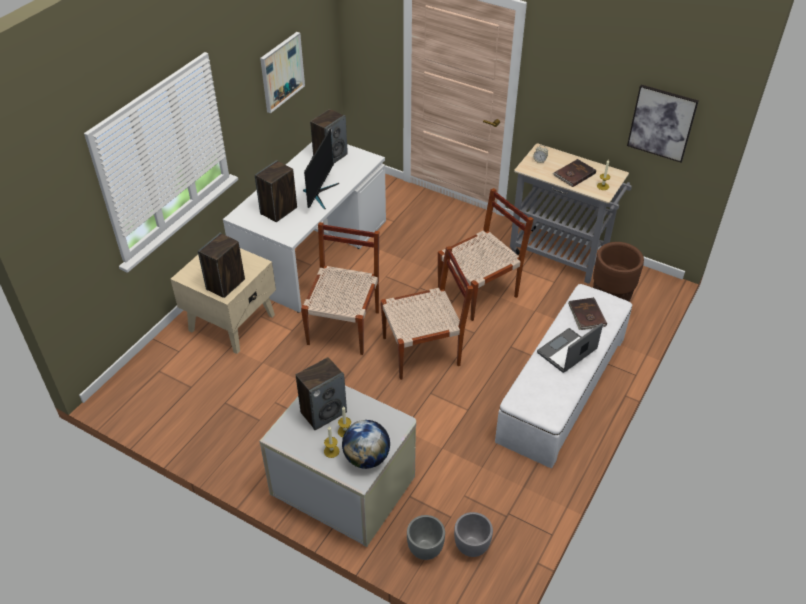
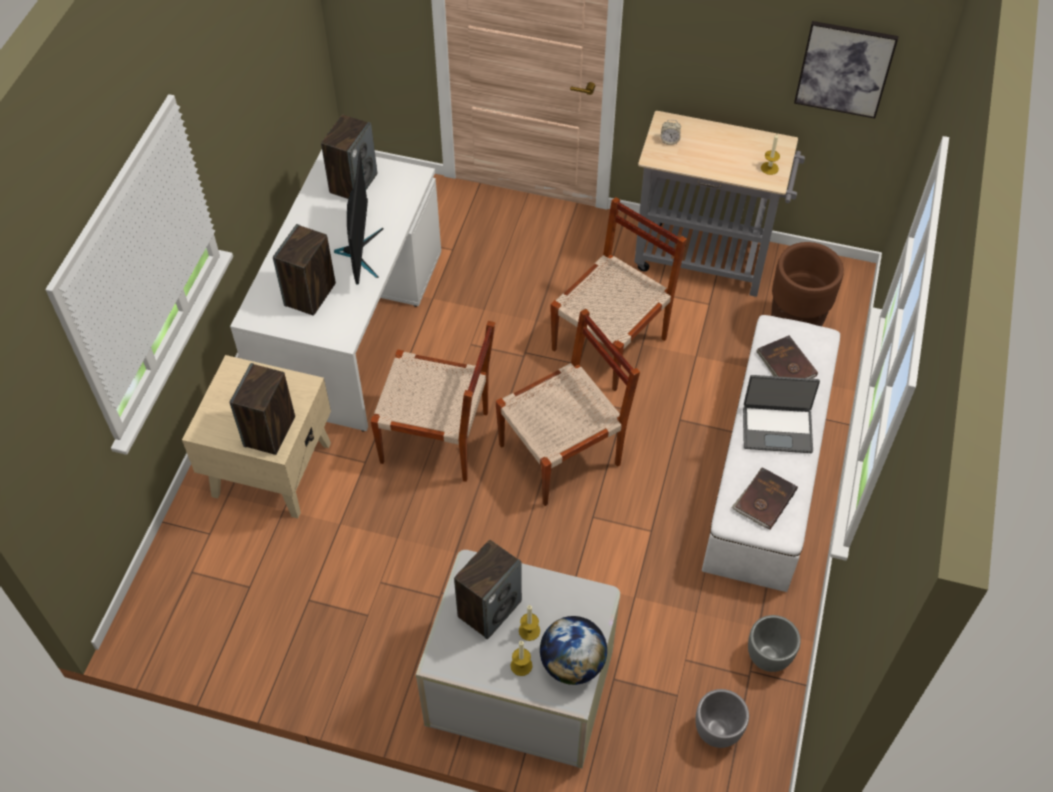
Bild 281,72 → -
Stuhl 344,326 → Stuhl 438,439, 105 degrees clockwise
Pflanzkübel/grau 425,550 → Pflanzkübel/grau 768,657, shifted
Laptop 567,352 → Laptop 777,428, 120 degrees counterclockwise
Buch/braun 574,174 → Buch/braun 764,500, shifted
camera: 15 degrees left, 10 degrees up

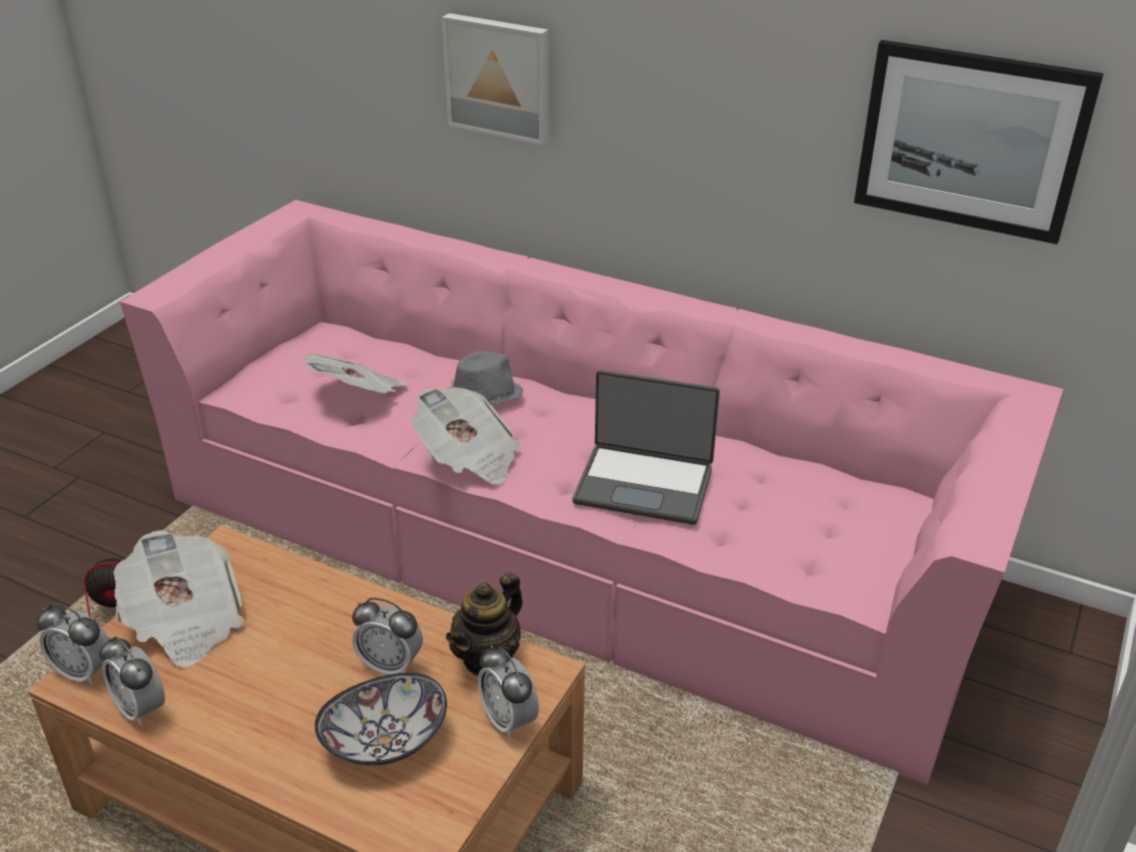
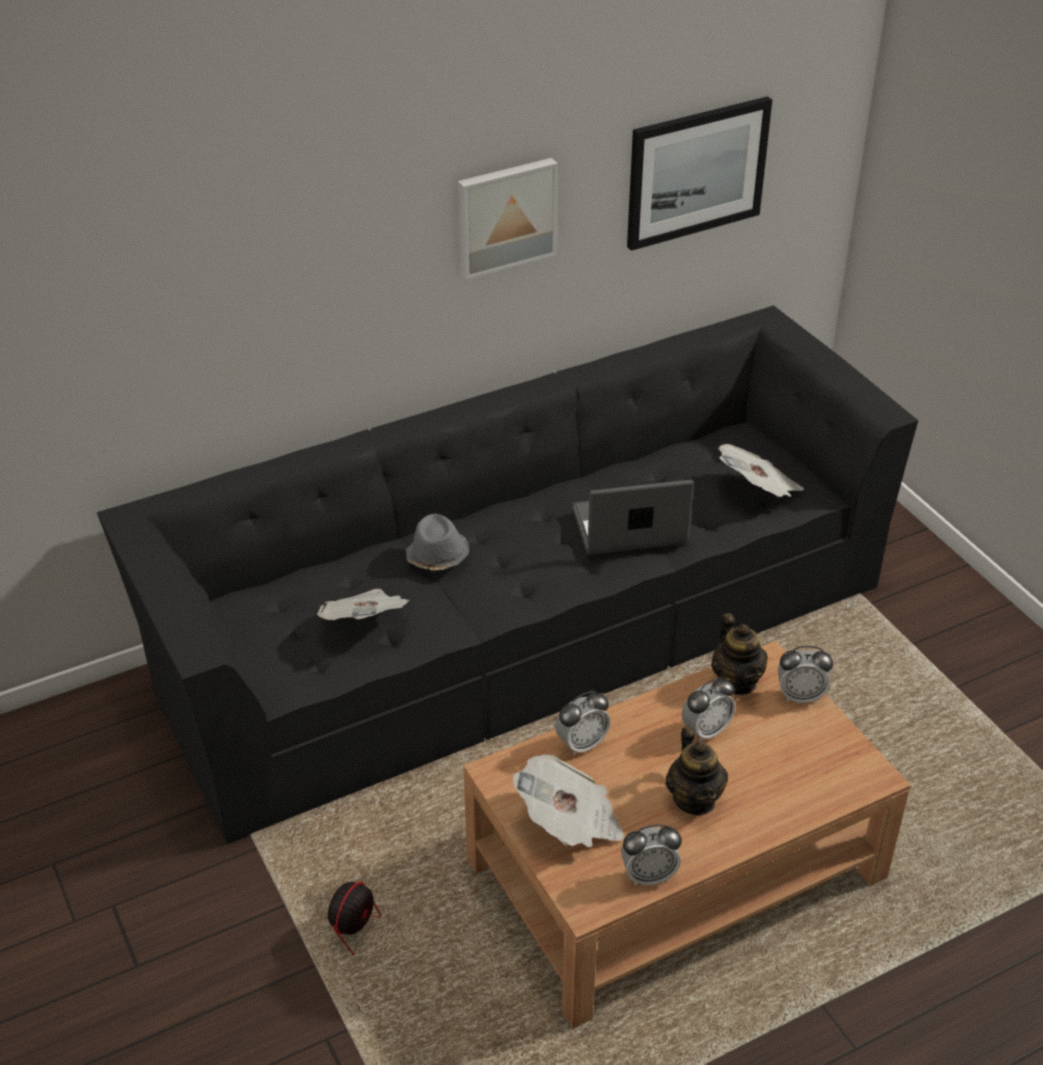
Wecker 84,671 → Wecker 582,743, shifted
Sofa/rosa 567,540 → Sofa/schwarz 521,628
Schüssel 385,742 → -
Zeitung 468,458 → Zeitung 758,490, shifted
Bild 499,77 → Bild 505,216, shifted
Laptop 644,484 → Laptop 629,528, 150 degrees counterclockwise
- → Teekanne 695,799
camera: 55 degrees left, 5 degrees up

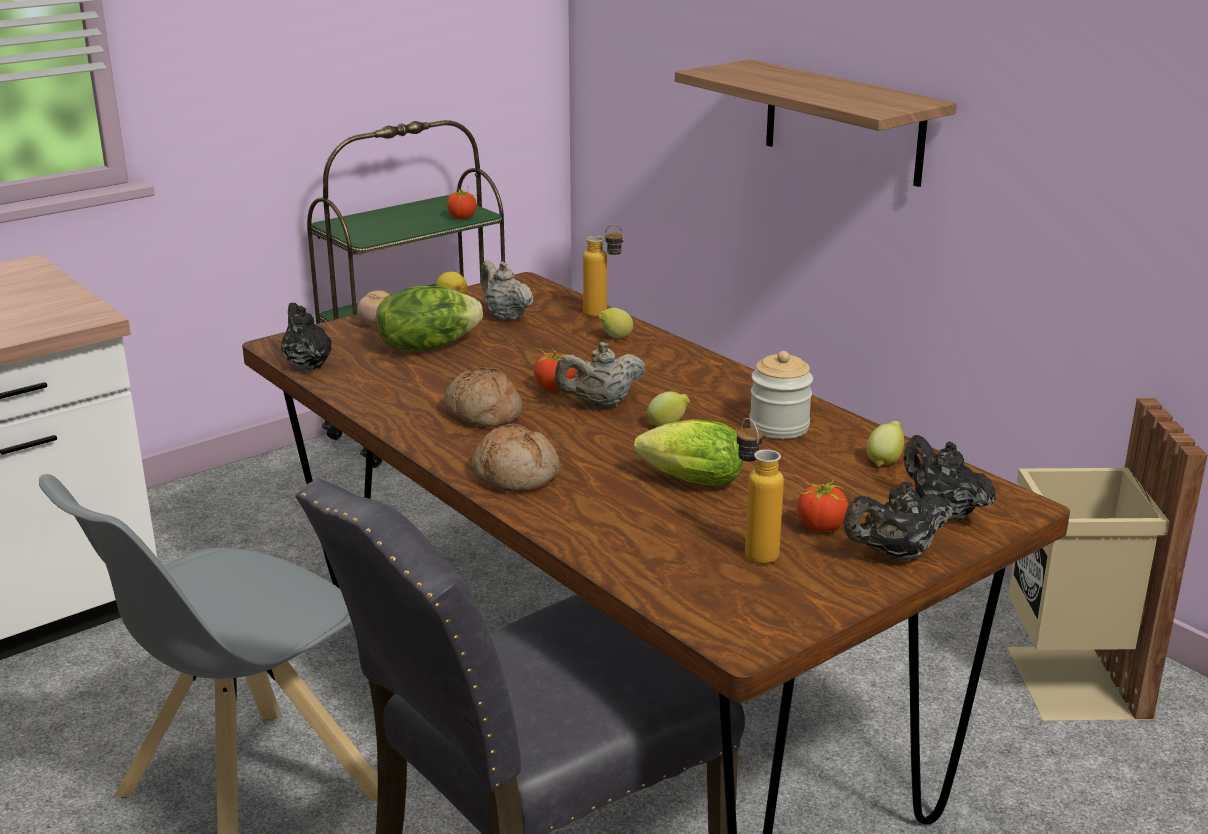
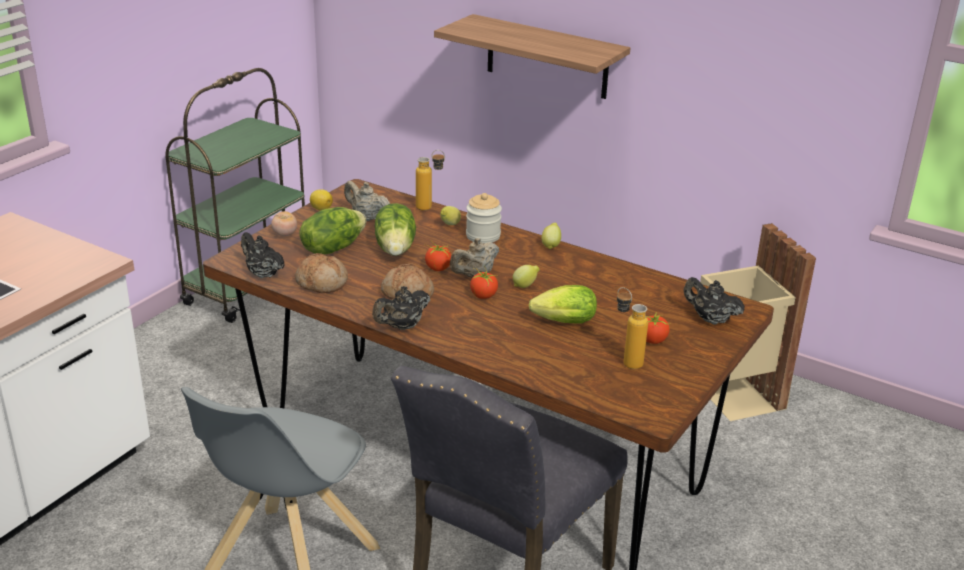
Tomate 462,217 → Tomate 483,295, shifted
Brot 516,475 → Brot 322,282, shifted
Vorratsglas 779,427 → Vorratsglas 483,236, shifted
Teekanne/schwarz 895,555 → Teekanne/schwarz 402,326, shifted
Zitrone 884,461 → Zitrone 551,245, shifted
- → Salatkopf 396,248
camera: 20 degrees left, 5 degrees up

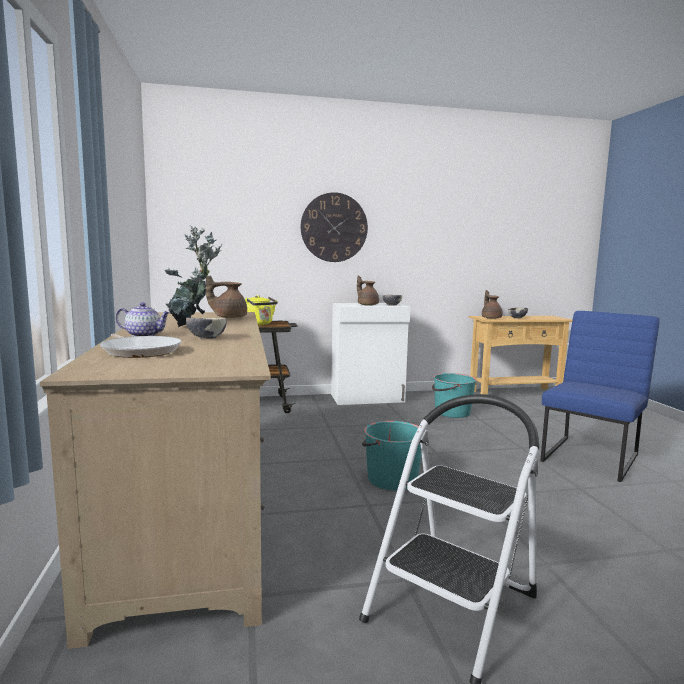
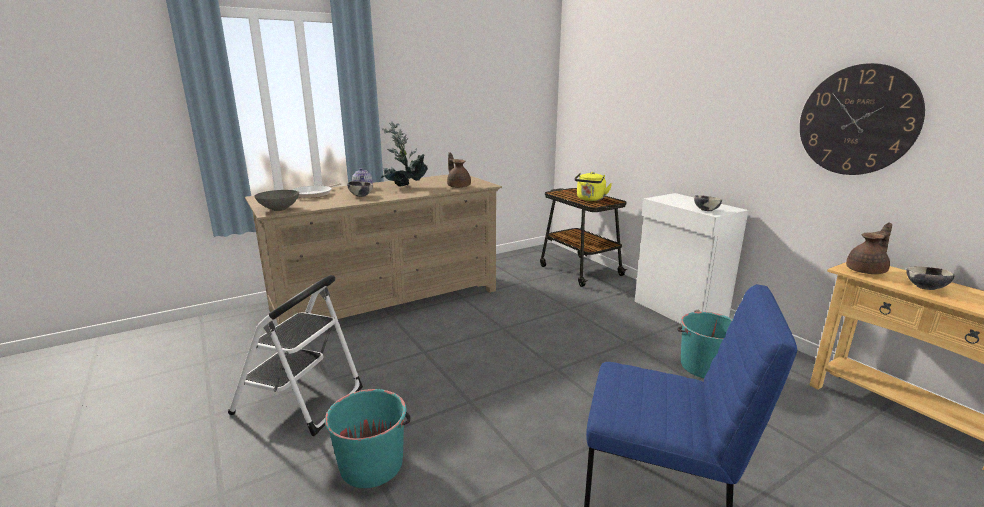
Wanduhr 334,227 → Wanduhr 857,120, shifted
Teekanne/braun 367,305 → -
Eimer/türkis 391,479 → Eimer/türkis 372,464, shifted
- → Schüssel/grau 278,209
camera: 70 degrees right, 10 degrees up

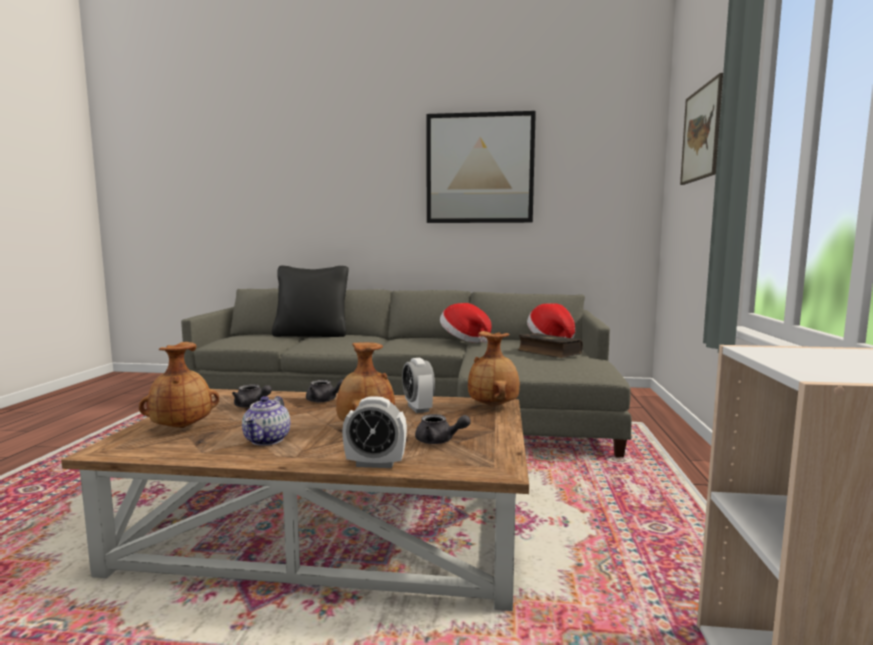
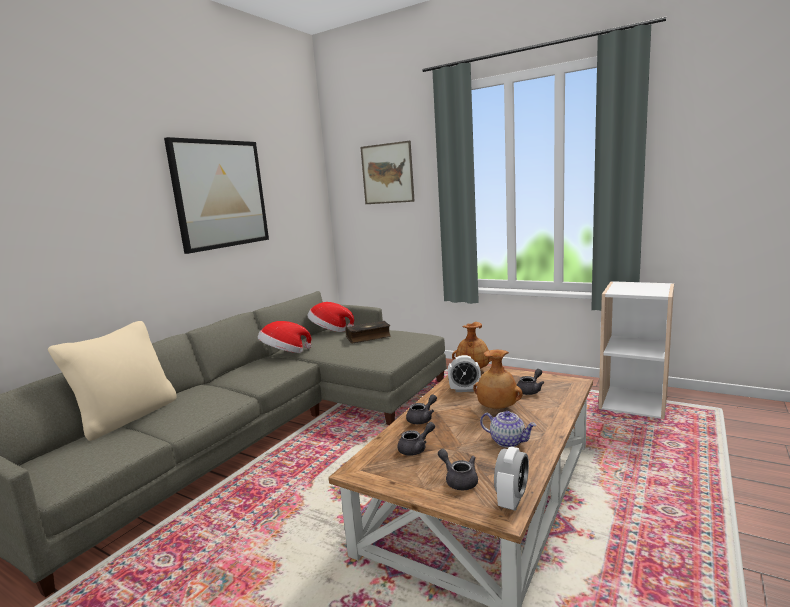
Vase/braun 182,427 → Teekanne/grau 459,480
Kissen/schwarz 312,335 → Kissen/beige 127,417
Wecker 375,463 → Wecker 512,500, shifted
camera: 65 degrees left, 5 degrees up

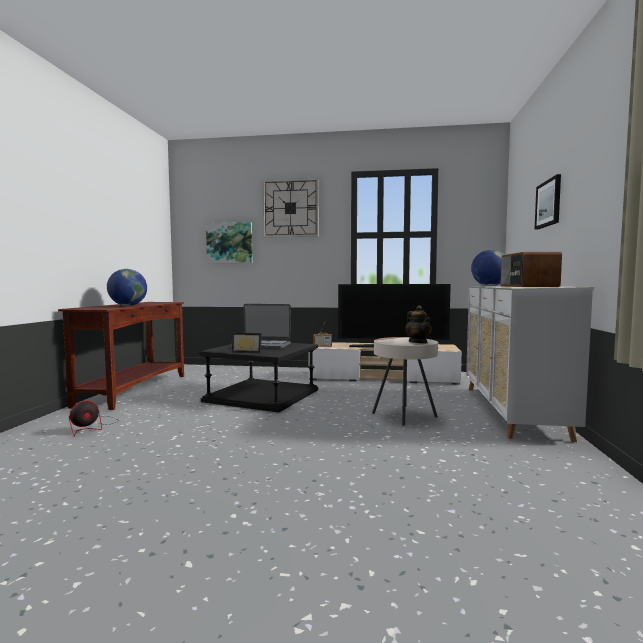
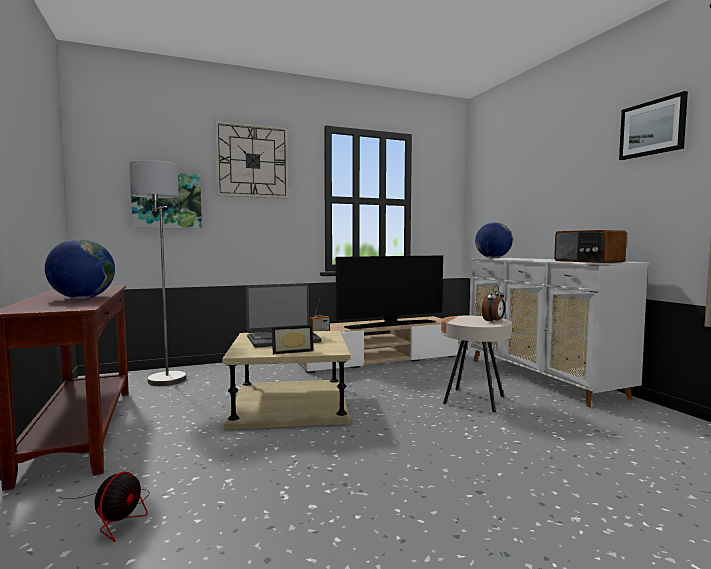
Beistelltisch/schwarz 262,395 → Beistelltisch/beige 290,404
Teekanne 418,342 → Wecker 494,321
Bild 548,203 → Bild 652,128, shifted
- → Stehlampe/grau 163,378
camera: 30 degrees left, 0 degrees up

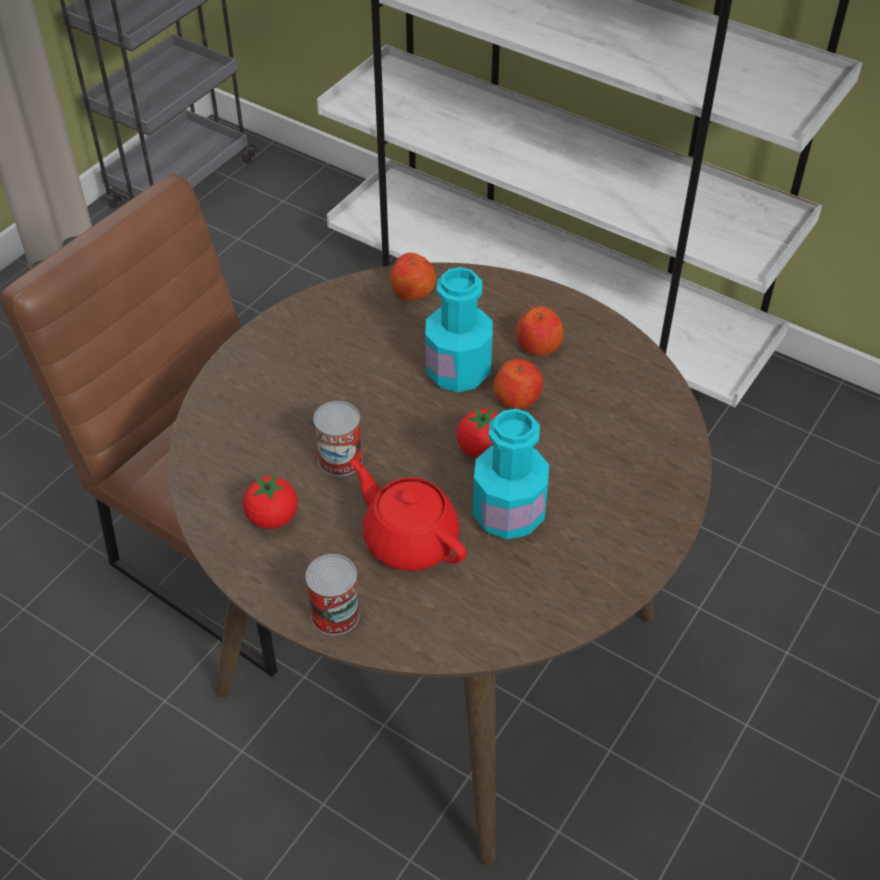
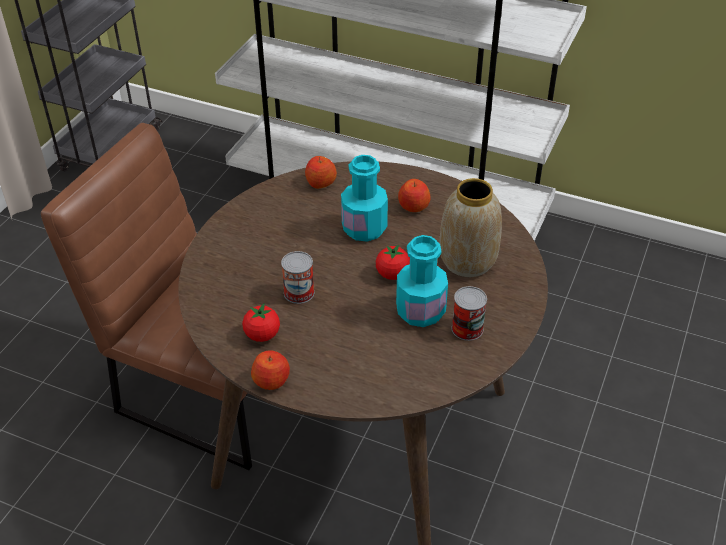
Dose 335,614 → Dose 467,329, shifted
Teekanne/rot 409,539 → -
Apfel 517,398 → Apfel 271,380, shifted
- → Vase 468,261
camera: 10 degrees left, 5 degrees down

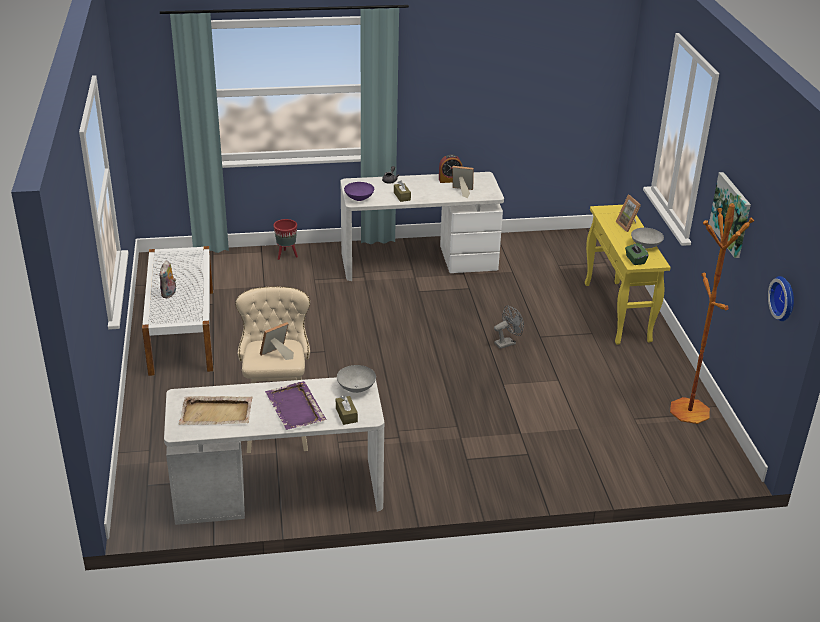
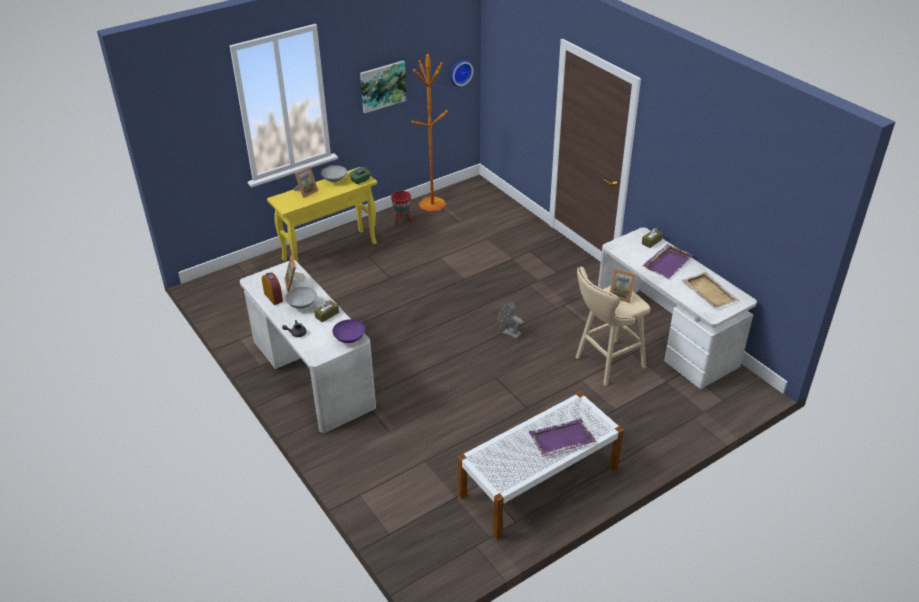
Plüschtier 169,294 → Tablett/lila 561,439
Pflanzkübel/rot 286,255 → Pflanzkübel/rot 402,221, shifted
Schüssel/grau 357,388 → Schüssel/grau 302,305, shifted
Ventilator/grau 507,343 → Ventilator/grau 509,333, shifted
camera: 115 degrees left, 5 degrees up

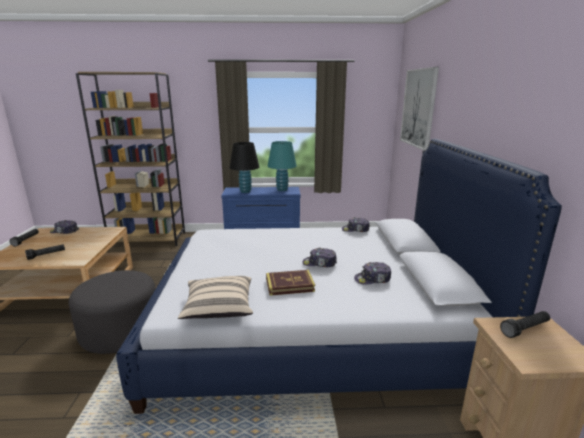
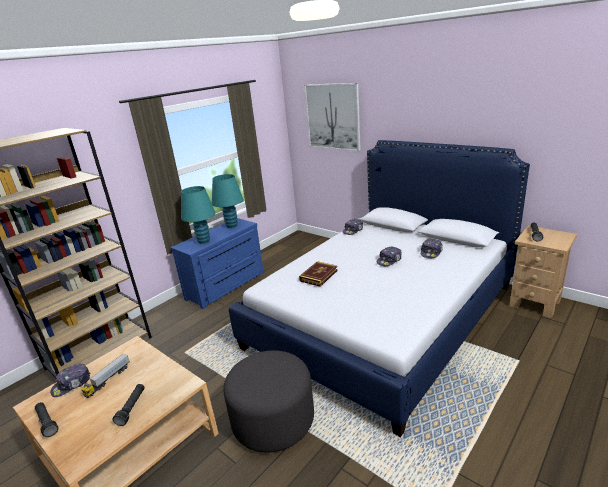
Kissen/beige 219,308 → -
Tischlampe/schwarz 245,191 → Tischlampe/türkis 204,241
Buch 289,285 → Buch 318,276, shifted
- → Spielzeuglaster 108,380
camera: 45 degrees left, 5 degrees up

